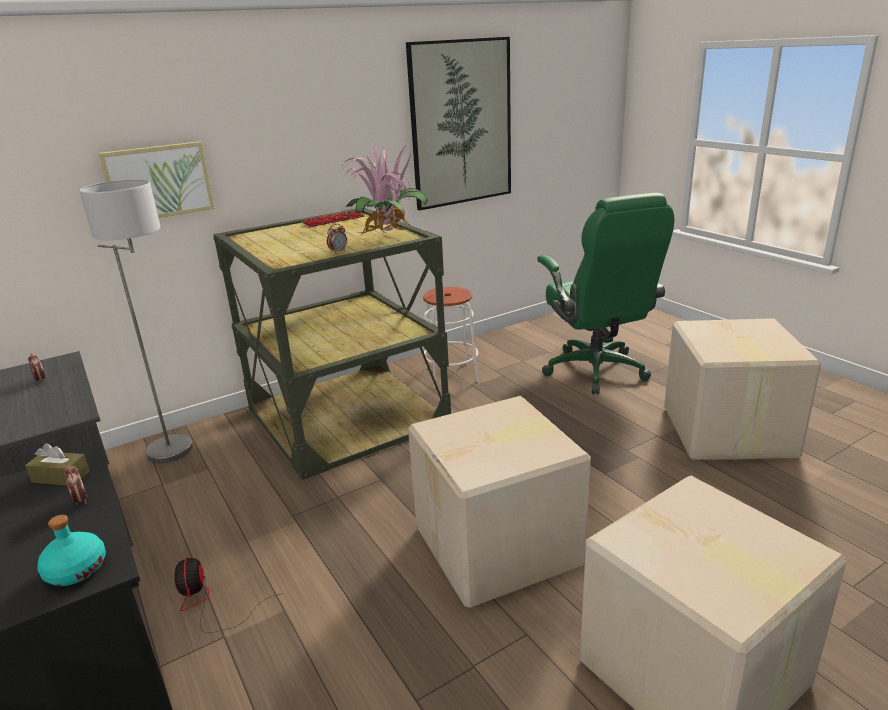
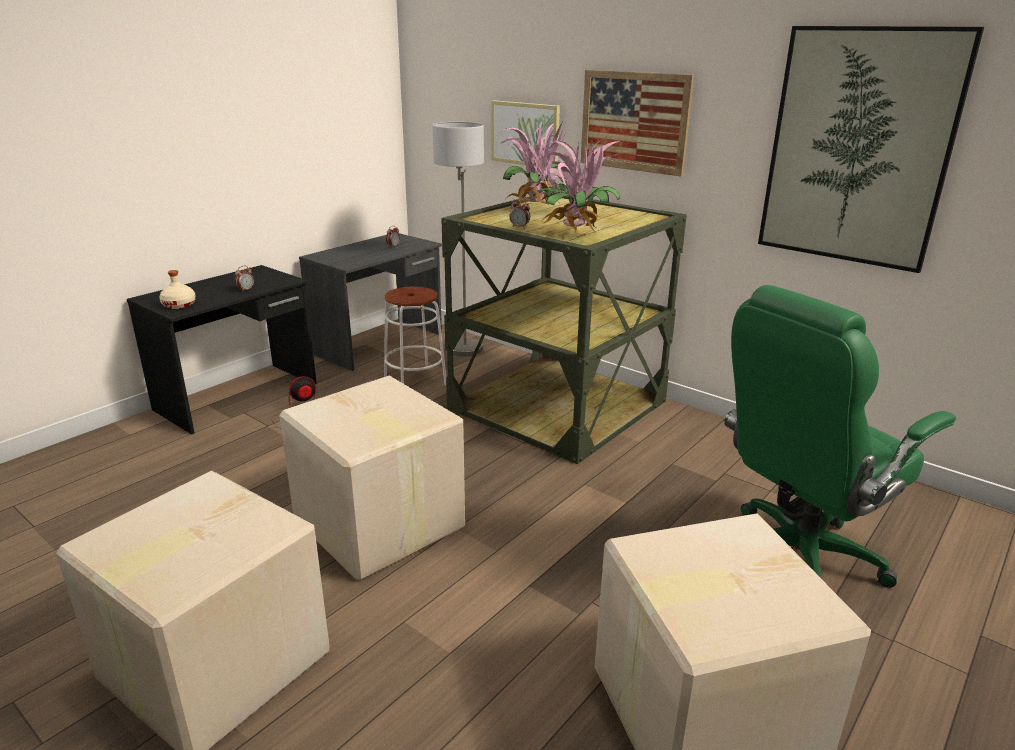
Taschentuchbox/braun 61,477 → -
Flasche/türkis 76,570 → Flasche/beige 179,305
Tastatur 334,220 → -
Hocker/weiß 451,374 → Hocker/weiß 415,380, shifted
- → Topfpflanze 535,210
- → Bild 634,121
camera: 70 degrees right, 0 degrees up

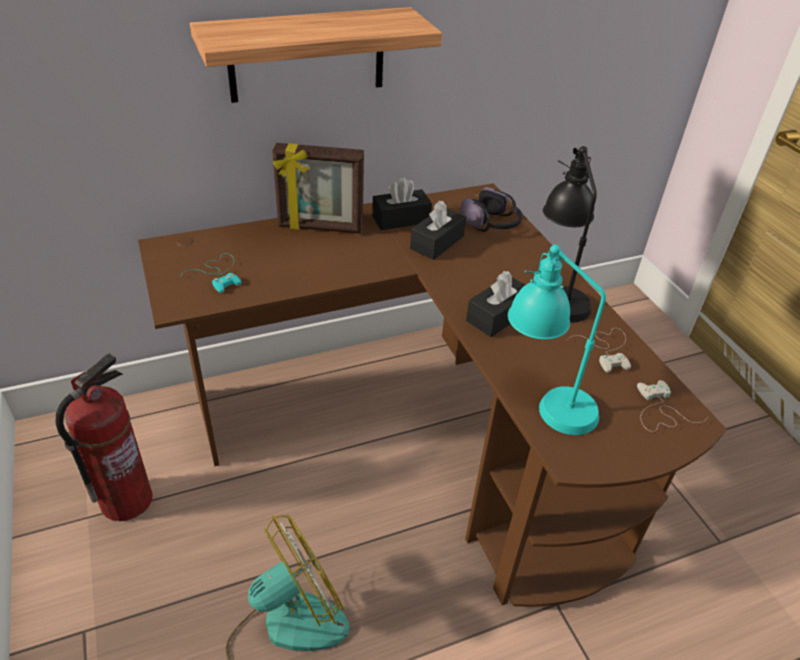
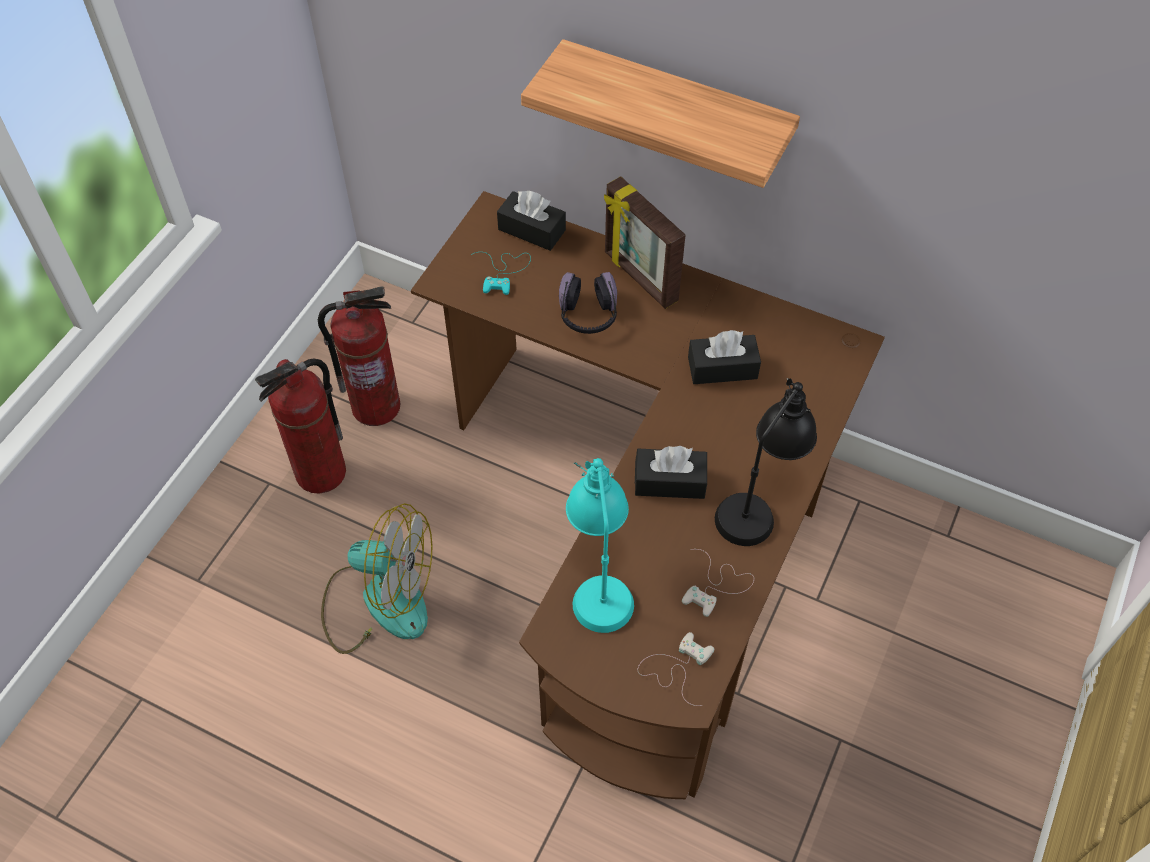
Taschentuchbox/schwarz 401,219 → Taschentuchbox/schwarz 531,230, shifted
Kopfhörer 492,224 → Kopfhörer 588,315, shifted
- → Feuerlöscher 321,472
camera: 50 degrees right, 15 degrees up

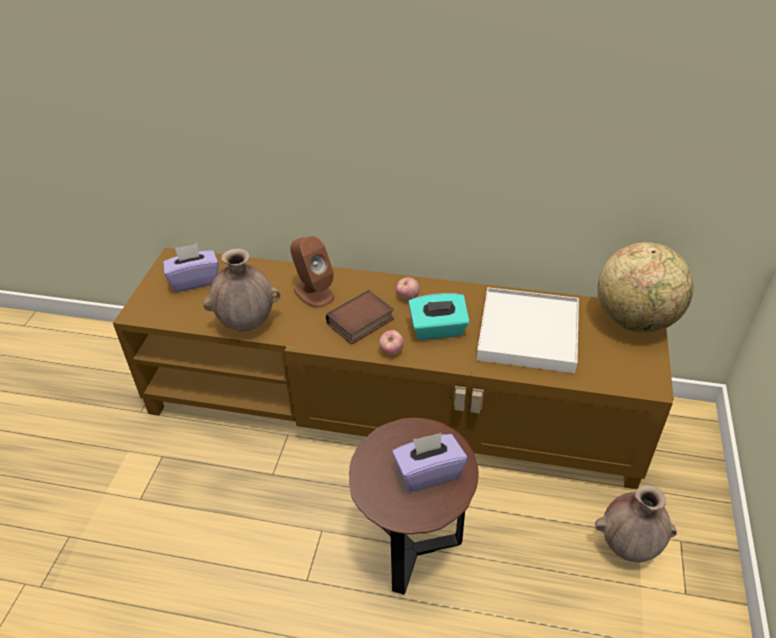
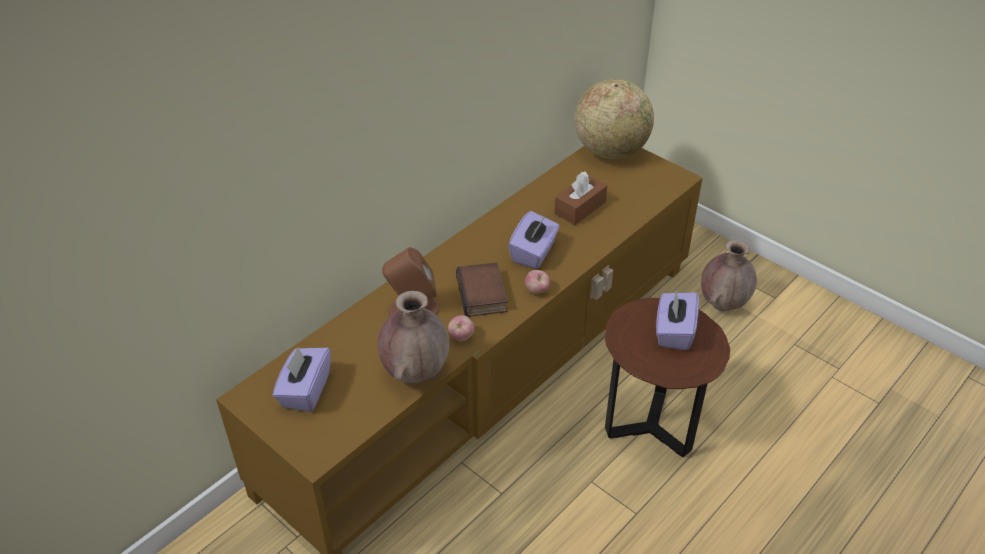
Apfel 407,297 → Apfel 461,337, shifted
Taschentuchbox/türkis 438,330 → Taschentuchbox/lila 534,253
Tablett/weiß 527,333 → Taschentuchbox/braun 580,208
camera: 60 degrees left, 0 degrees up

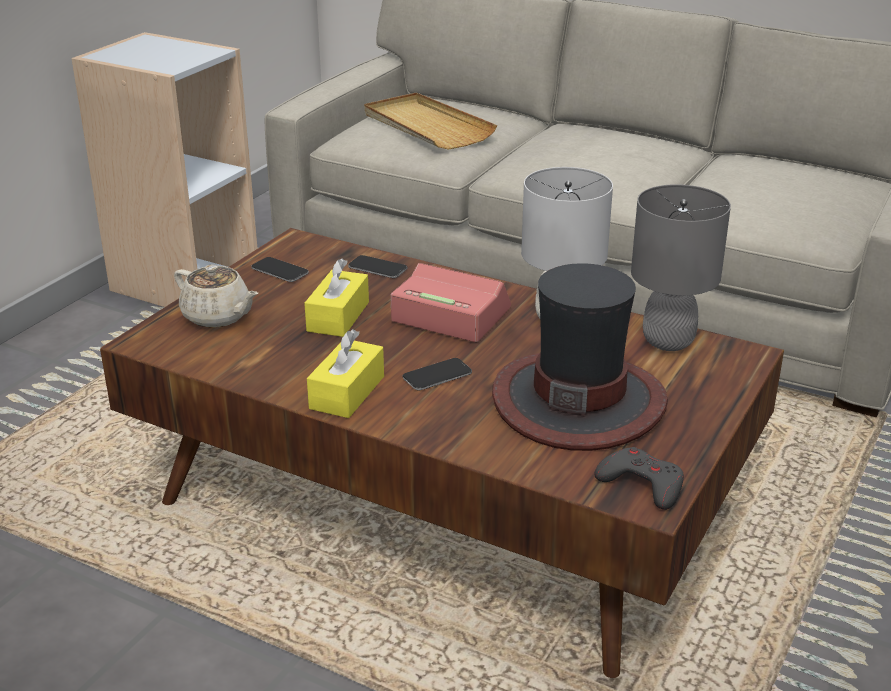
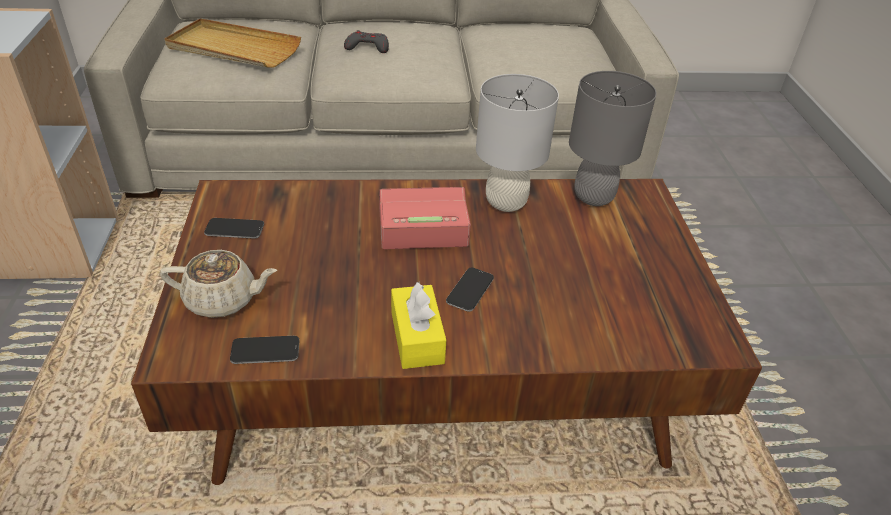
Taschentuchbox/gelb 338,316 → -
Handy 377,268 → Handy 265,351, shifted
Hut 578,400 → -
Gamepad/grau 642,484 → Gamepad/grau 367,47, shifted
camera: 35 degrees left, 10 degrees up

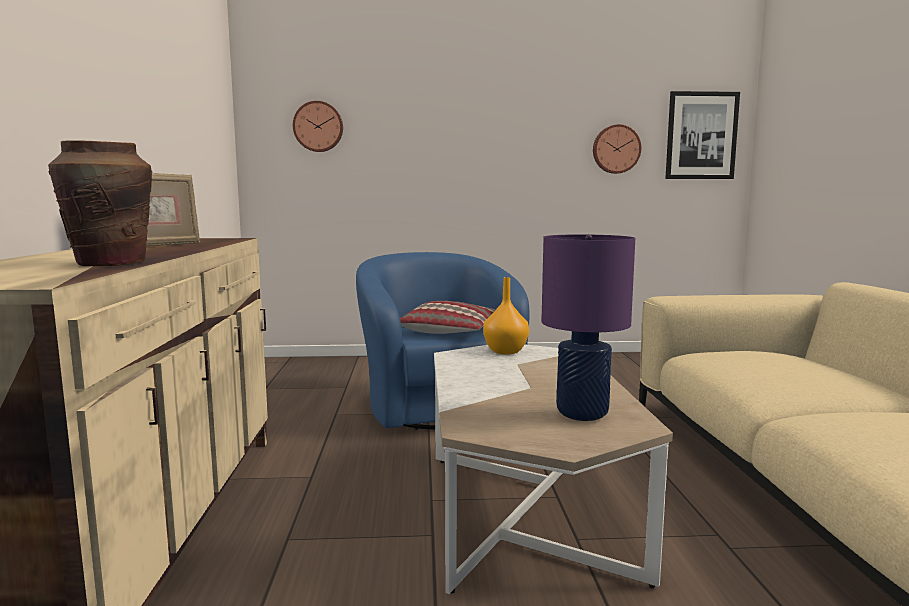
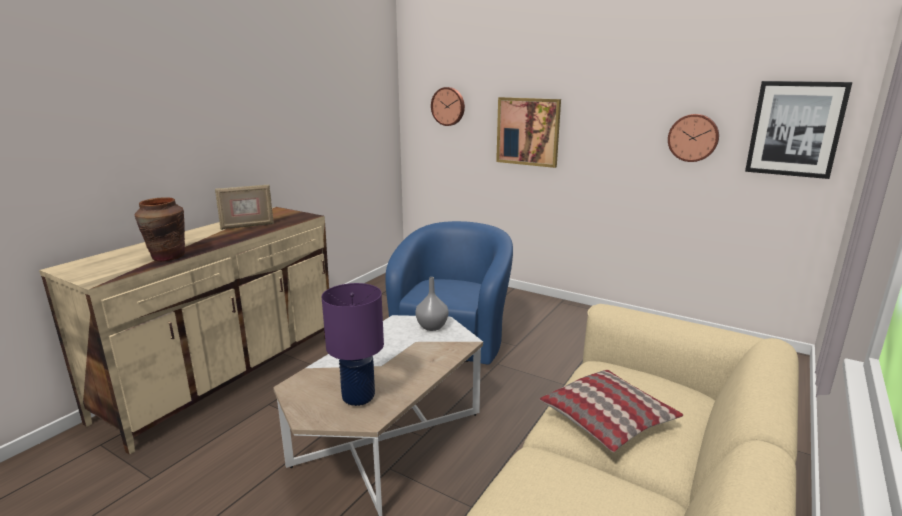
Kissen 454,332 → Kissen 608,420, shifted
Vase/orange 504,351 → Vase/grau 431,326
- → Bild 528,131
camera: 35 degrees right, 10 degrees up

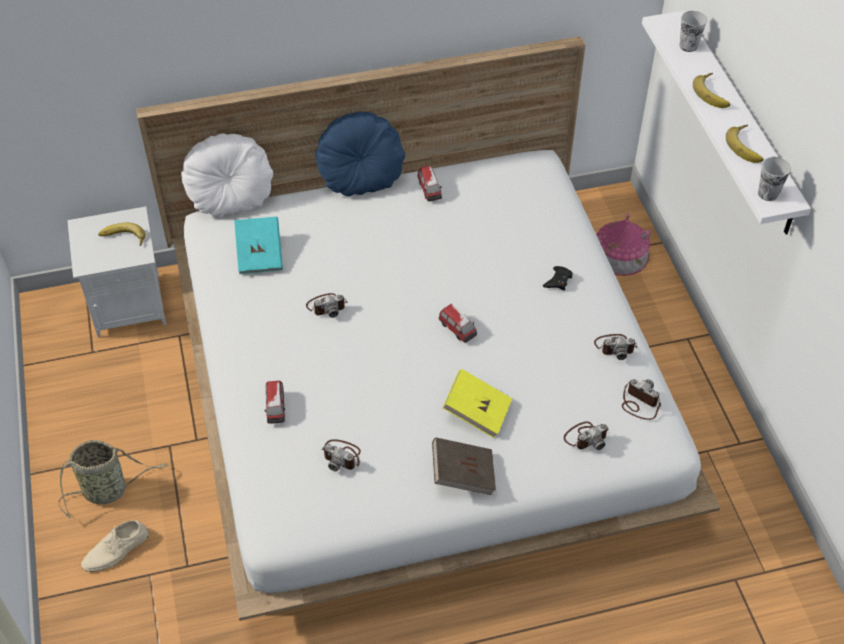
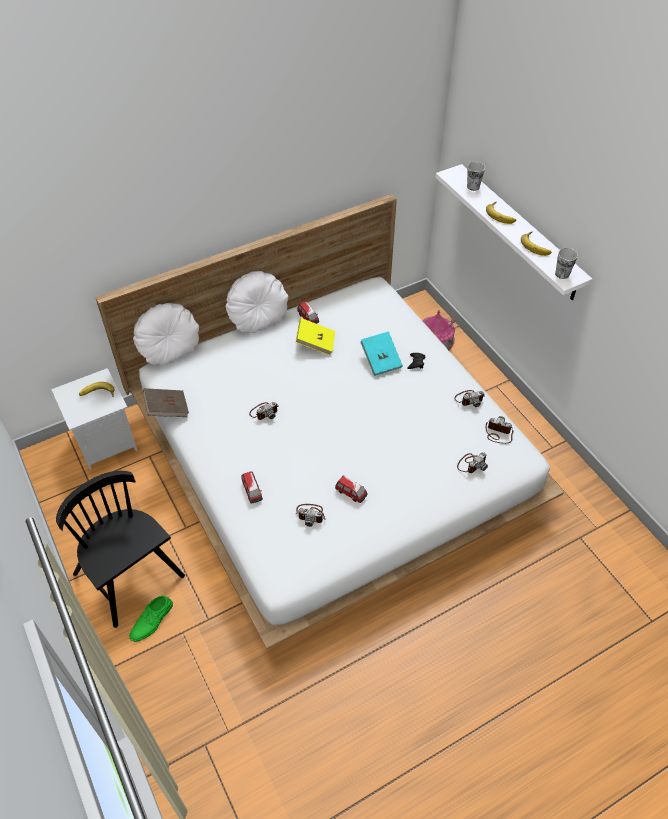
Korb 108,490 → Stuhl/schwarz 132,578
Schuh/beige 116,550 → Schuh/grün 152,621
Buch/türkis 260,255 → Buch/türkis 381,360, shifted
Kissen/blau 361,183 → Kissen/weiß 259,322
Buch/braun 463,474 → Buch/braun 167,409, shifted
Spielzeugauto 458,329 → Spielzeugauto 351,493, shifted
Buch/gelb 477,412 → Buch/gelb 315,343, shifted
camera: 15 degrees left, 0 degrees up

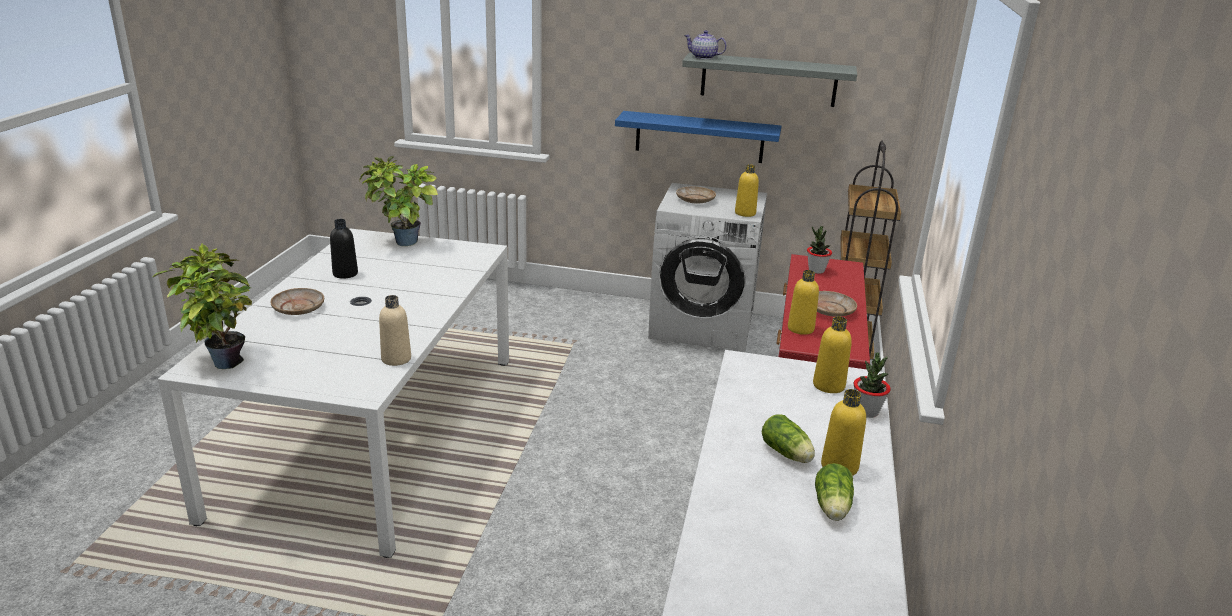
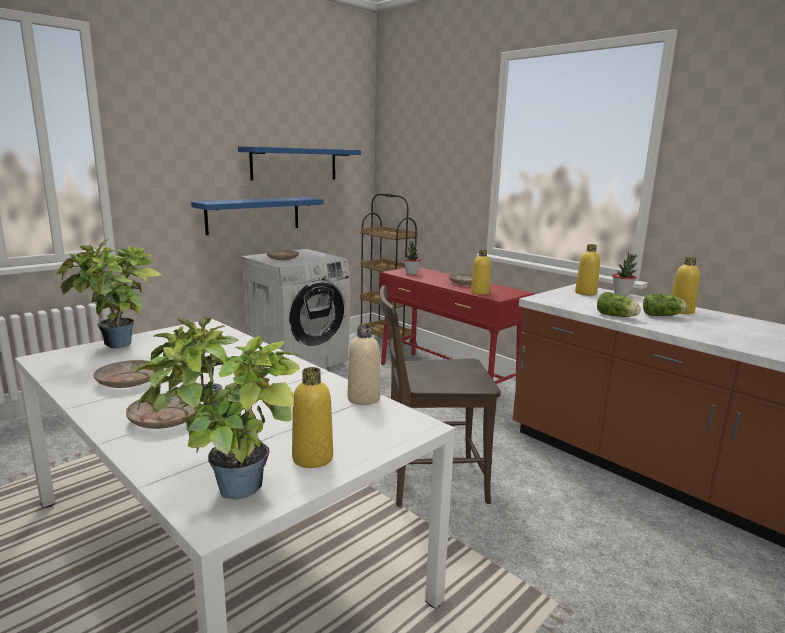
Flasche/schwarz 345,274 → Teller/beige 128,381
Wandregal/grau 768,80 → Wandregal/blau 294,164
Teekanne 704,57 → -
Flasche/gelb 745,213 → Flasche/gelb 312,458, shifted
Salatkopf 832,508 → Salatkopf 617,316, shifted
- → Stuhl/braun 429,481
camera: 55 degrees left, 10 degrees down

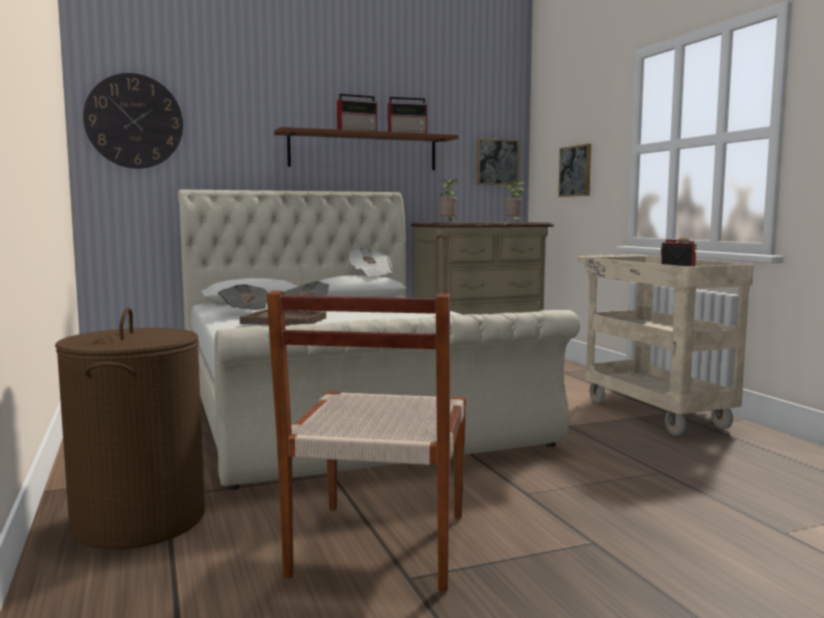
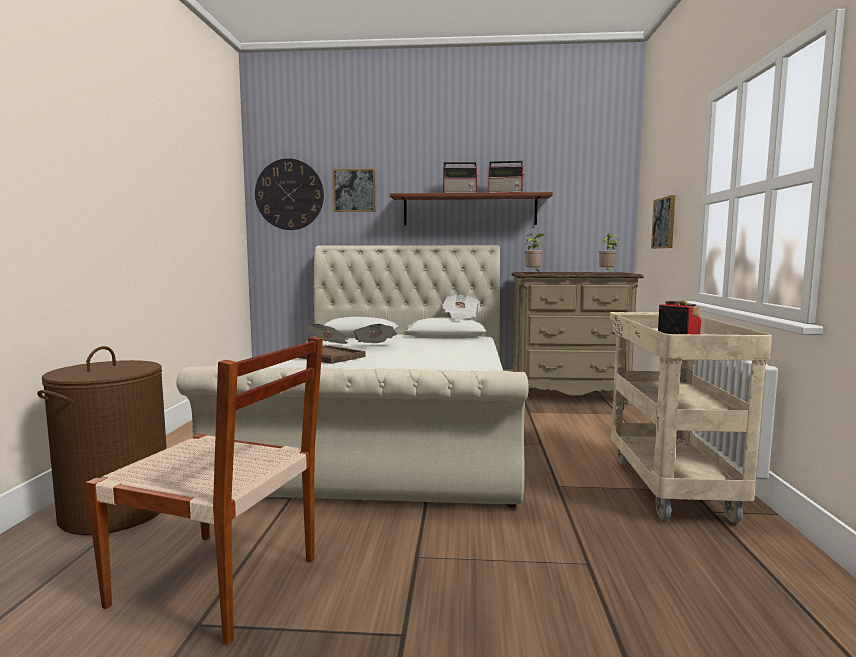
Stuhl 378,549 → Stuhl 220,584, 105 degrees counterclockwise
Bild 497,162 → Bild 354,190, shifted
camera: 25 degrees right, 0 degrees up

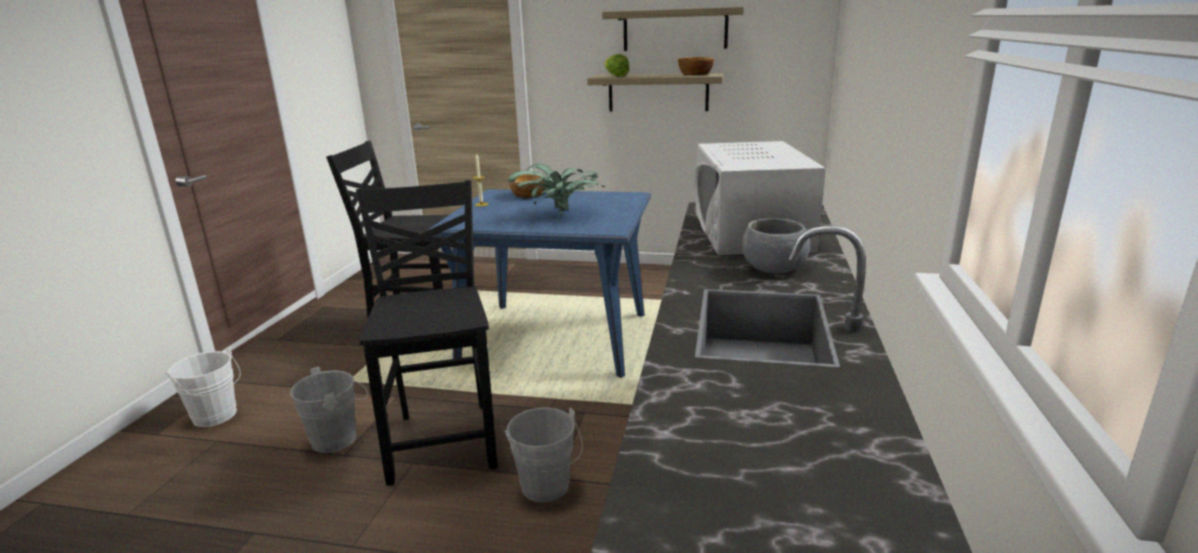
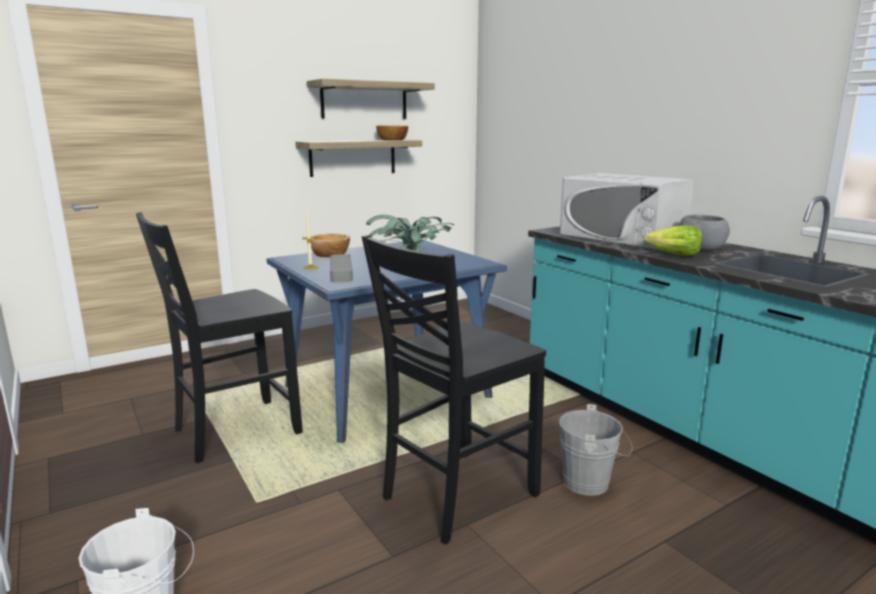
Eimer/grau 339,438 → -
Stuhl/schwarz 445,439 → Stuhl/schwarz 455,495, 75 degrees counterclockwise
Salatkopf 615,76 → Salatkopf 673,255, shifted
- → Tablett/grau 341,272
camera: 45 degrees left, 5 degrees down

